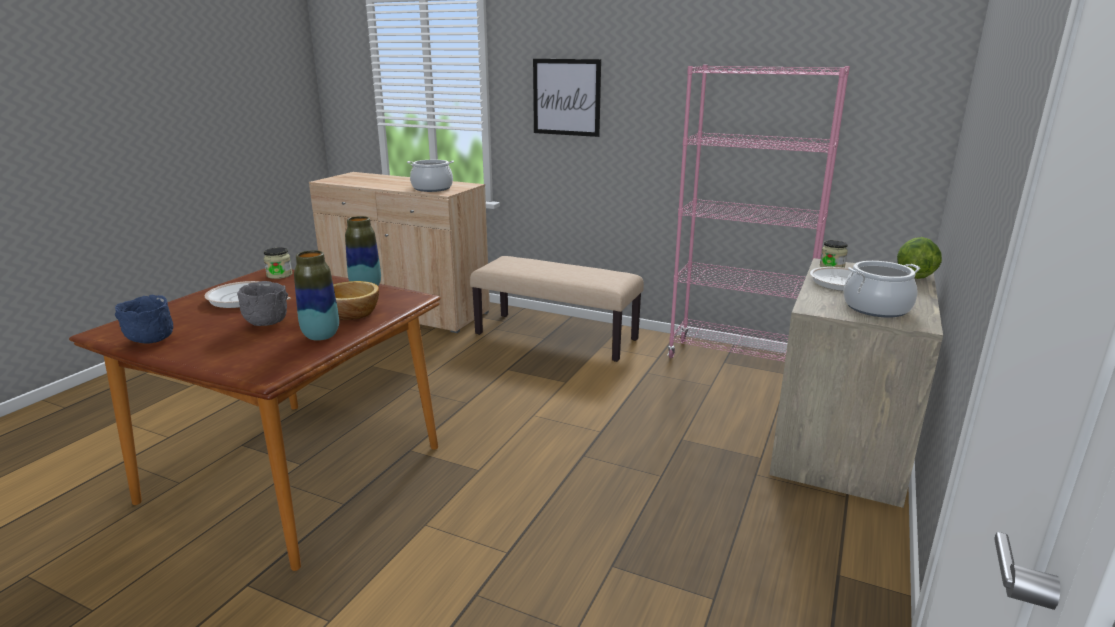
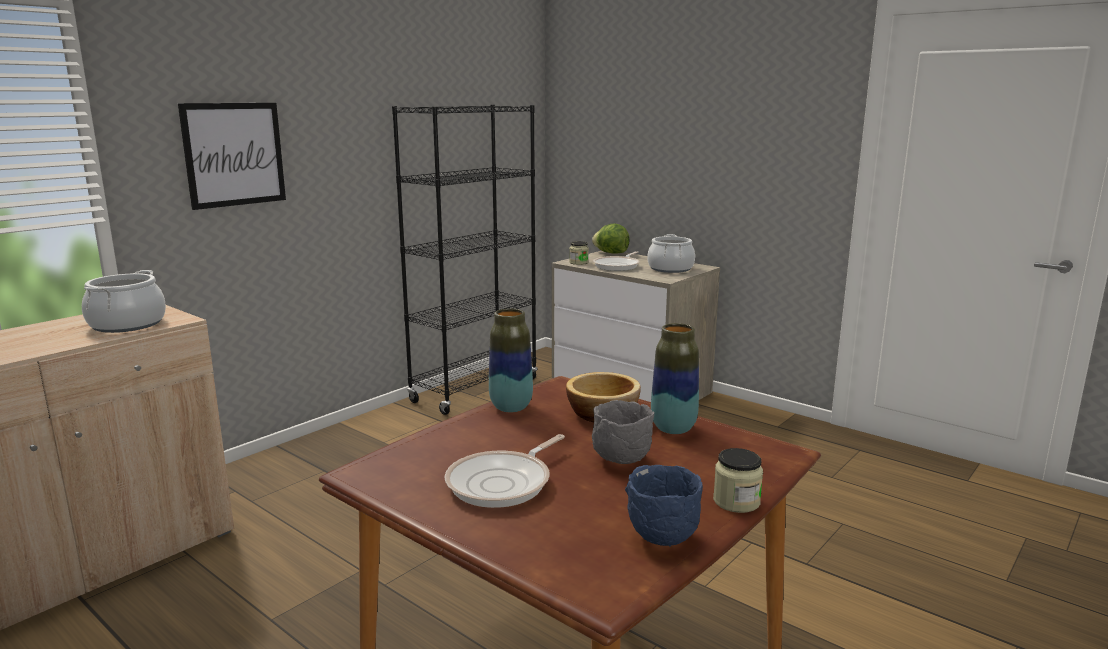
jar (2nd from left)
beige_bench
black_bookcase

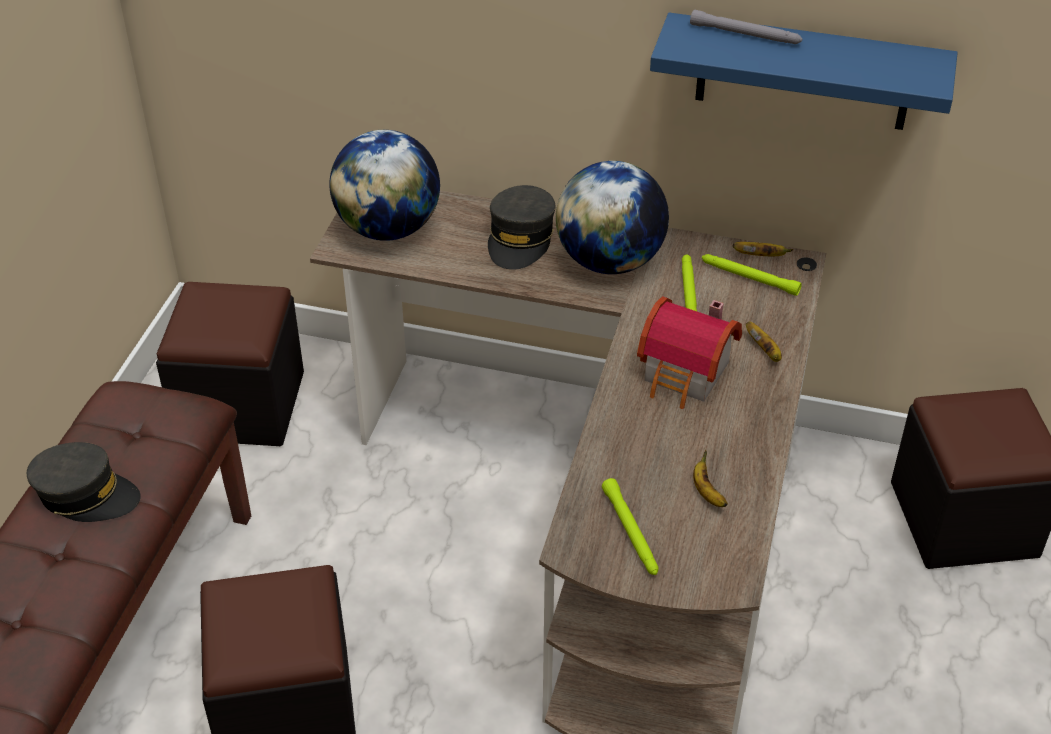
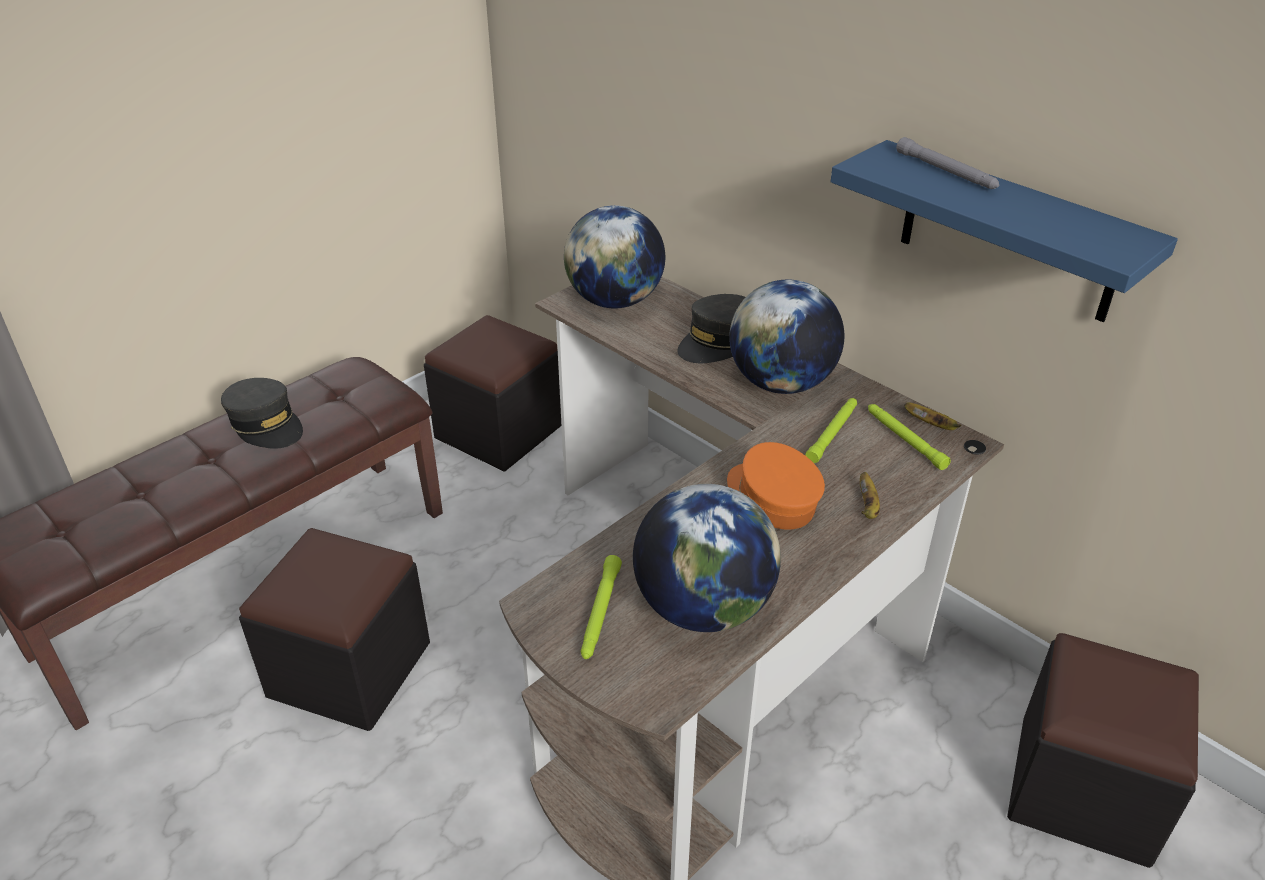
orange_cap
globe (2nd from left)

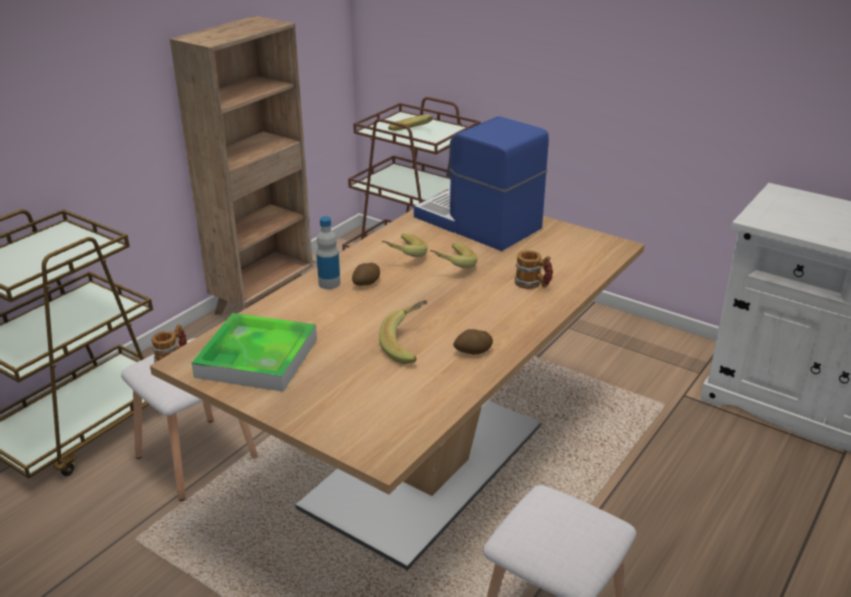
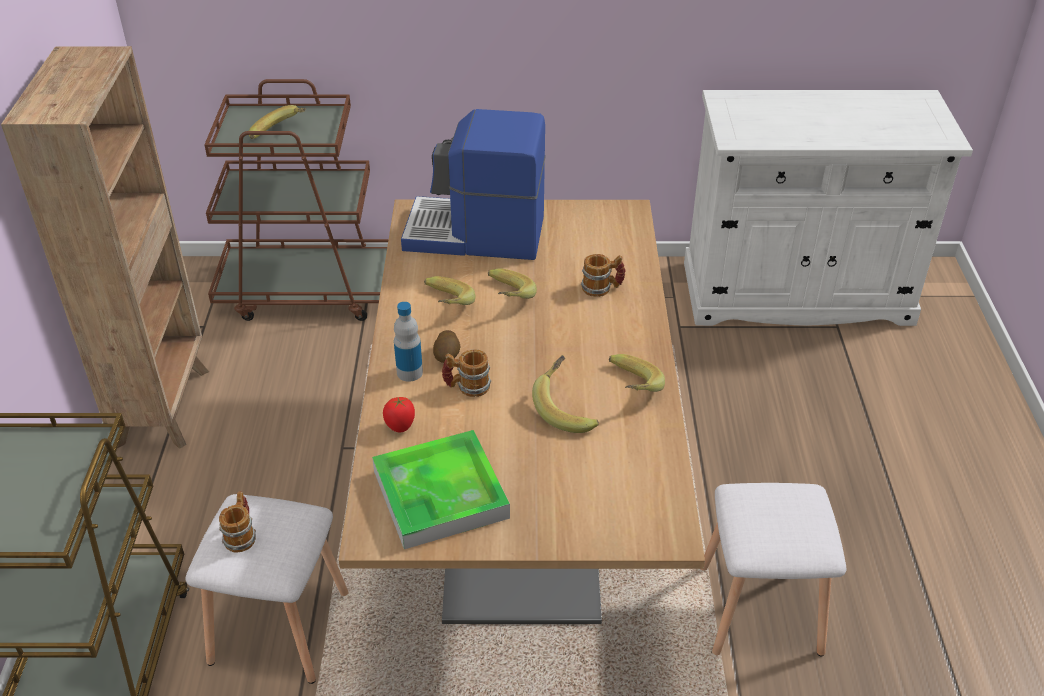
banana (5th from left)
tomato
mug (2nd from left)

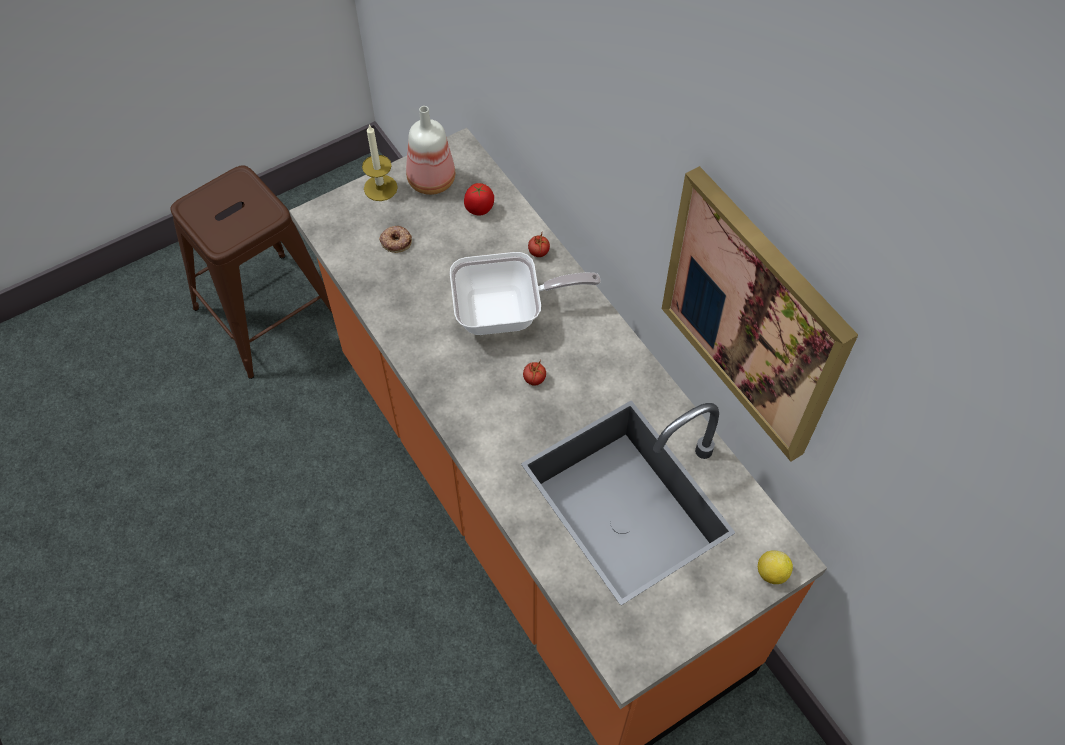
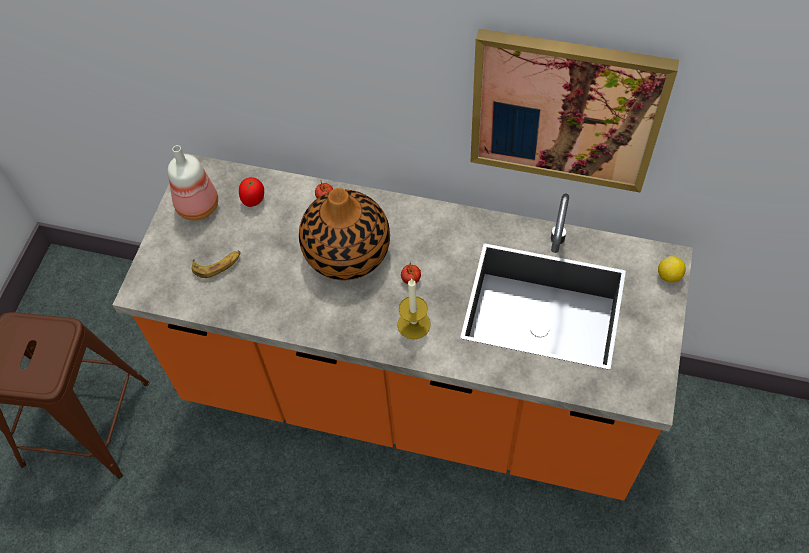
candle
banana
vase

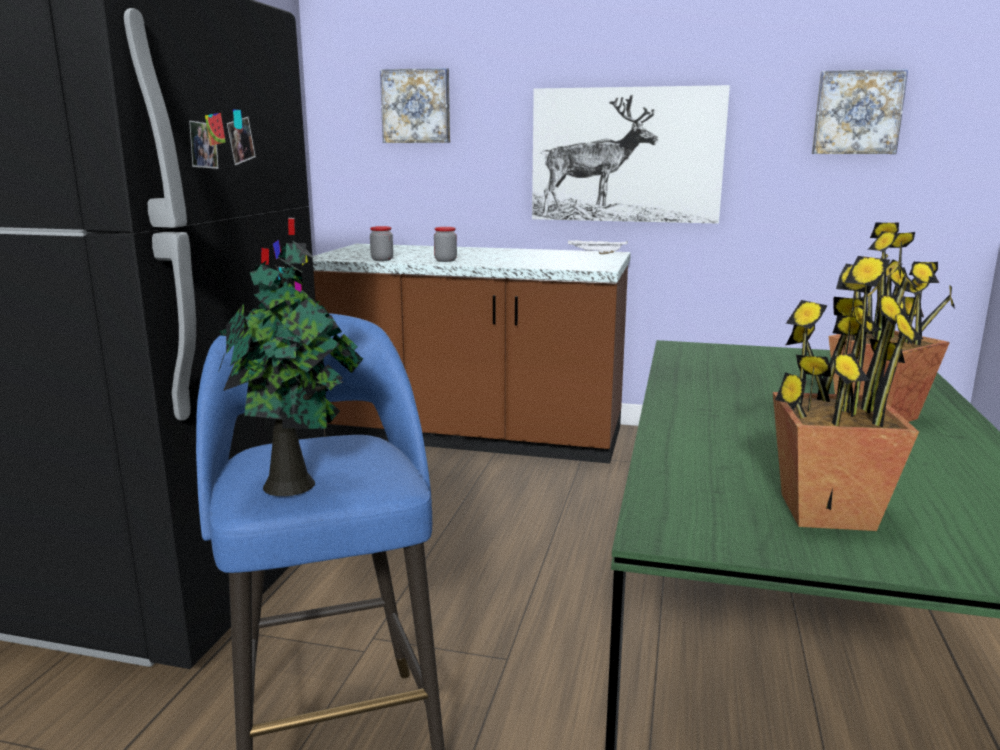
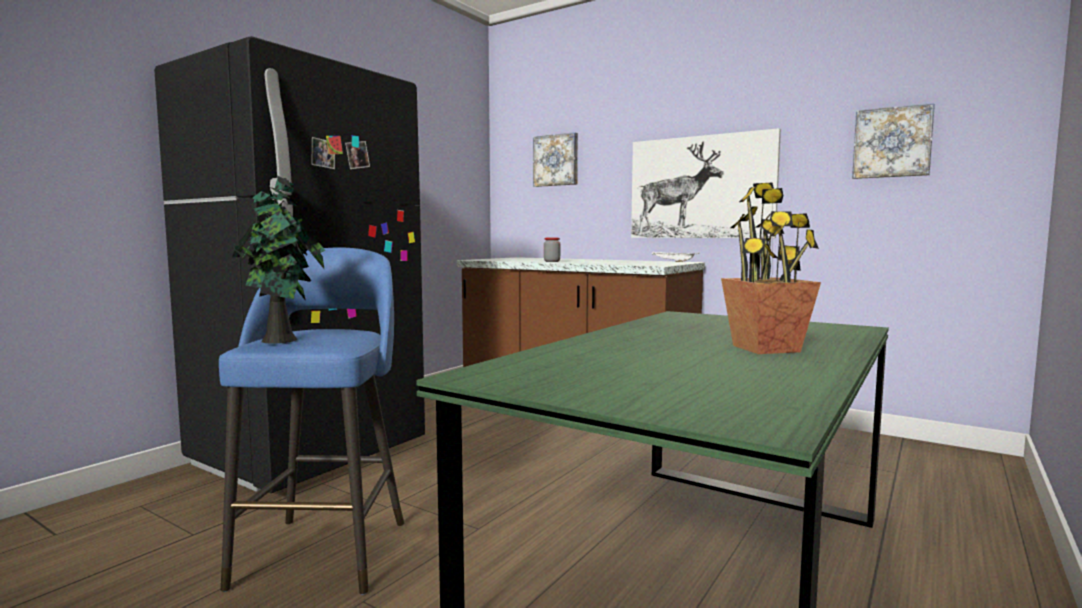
jar (1st from left in the first image)
potted_plant (2nd from left in the first image)

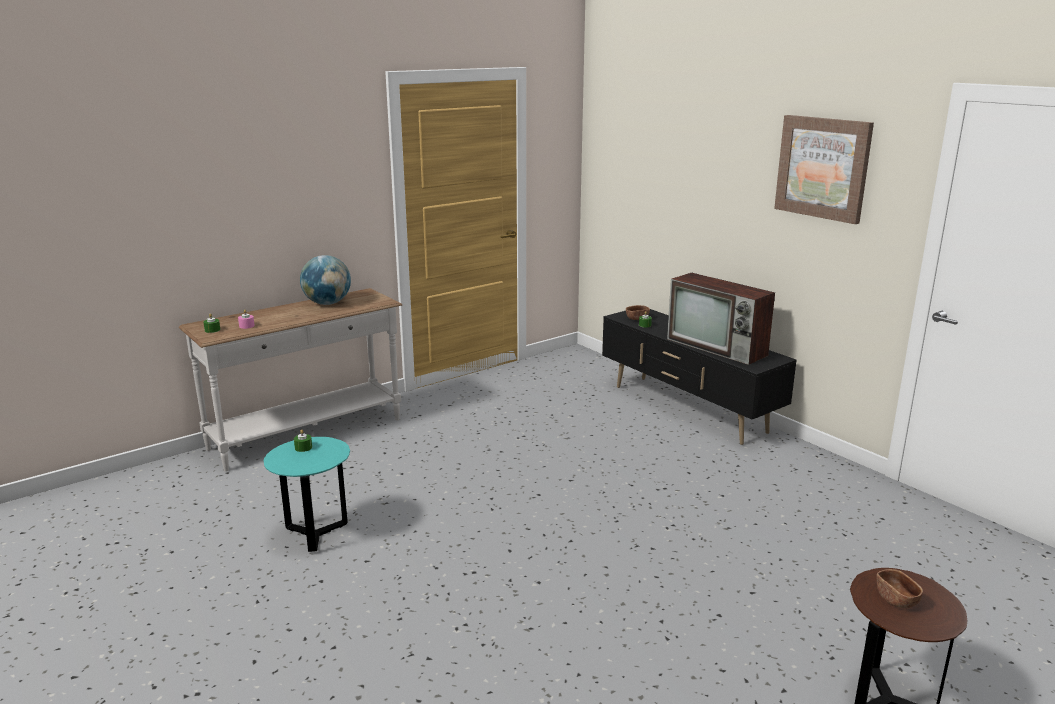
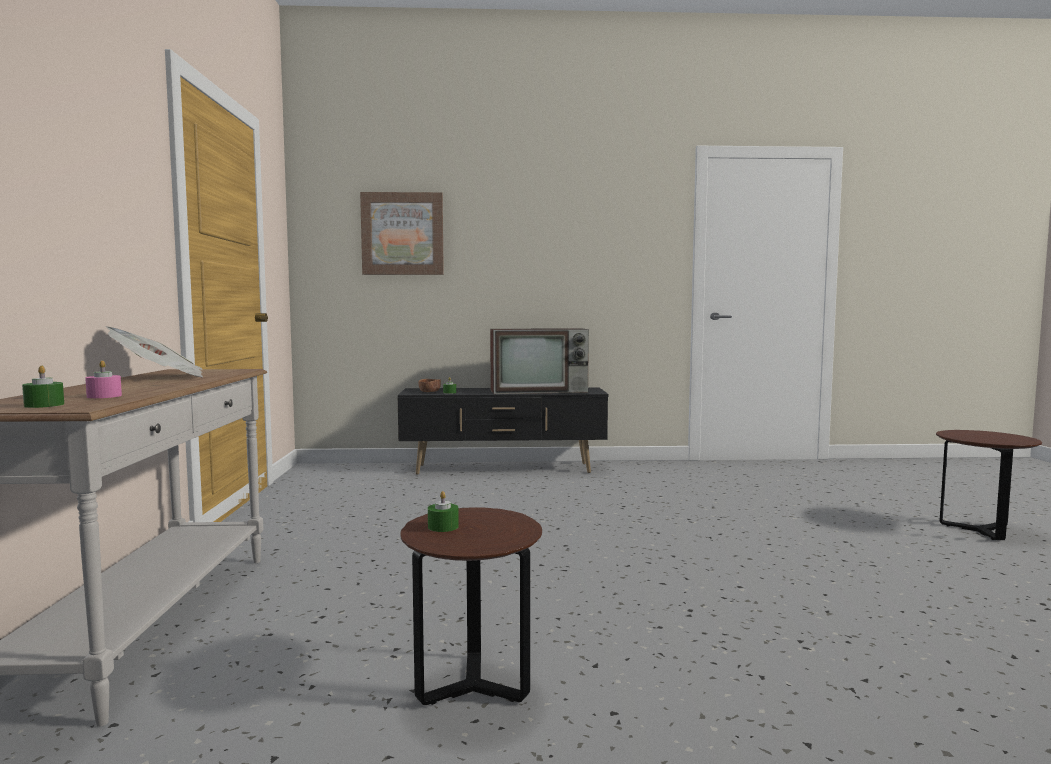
brown_side_table (1st from left)
newspaper
picture
brown_bowl (2nd from left in the first image)

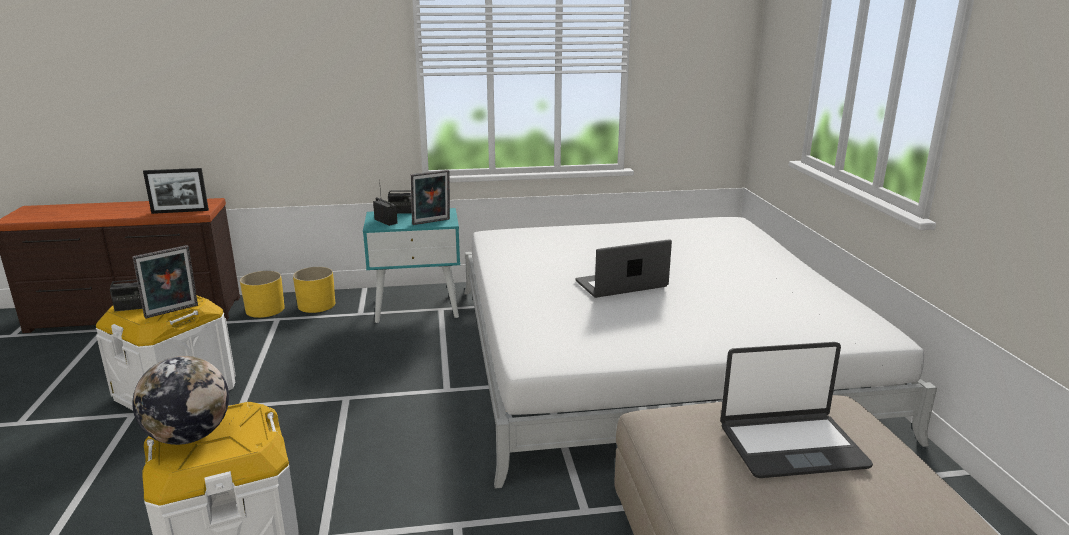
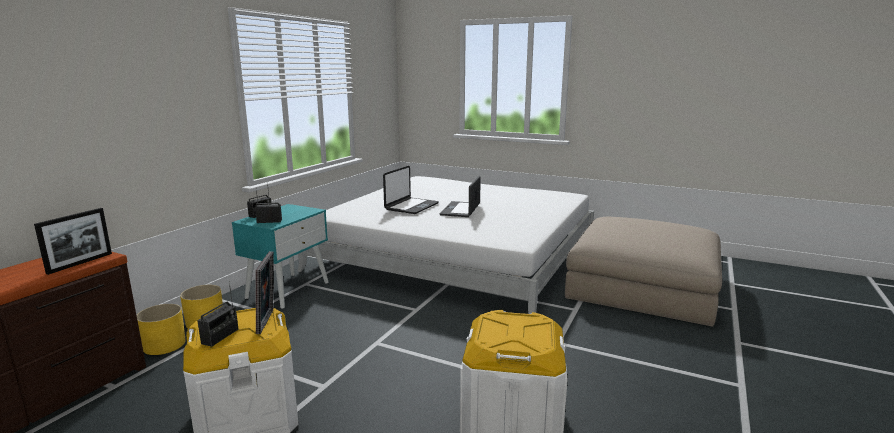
globe
picture_frame (3rd from left in the first image)
laptop (1st from left)

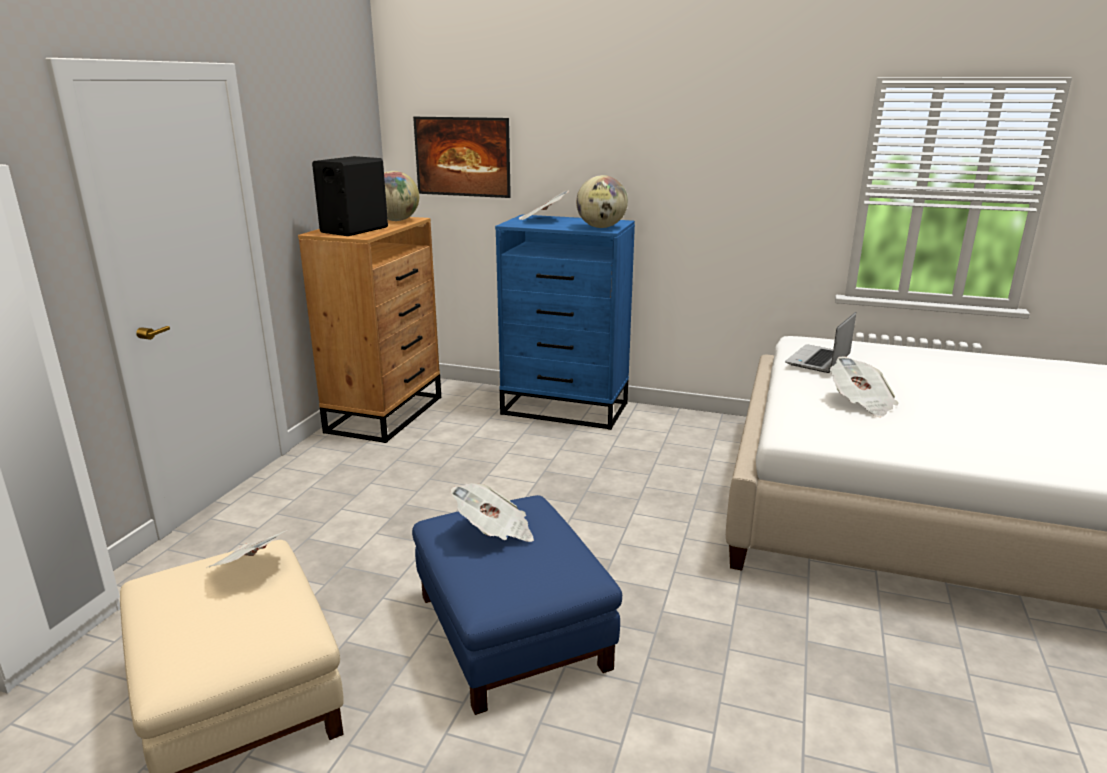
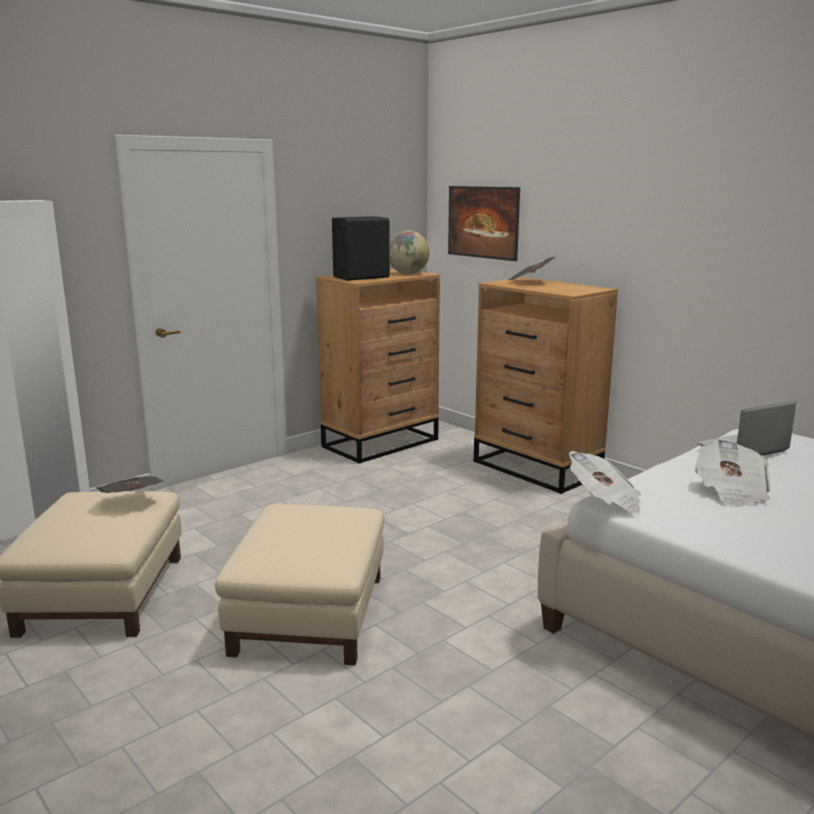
beige_ottoman (2nd from left)
newspaper (3rd from left)
brown_dresser (2nd from left)
globe (2nd from left in the first image)

